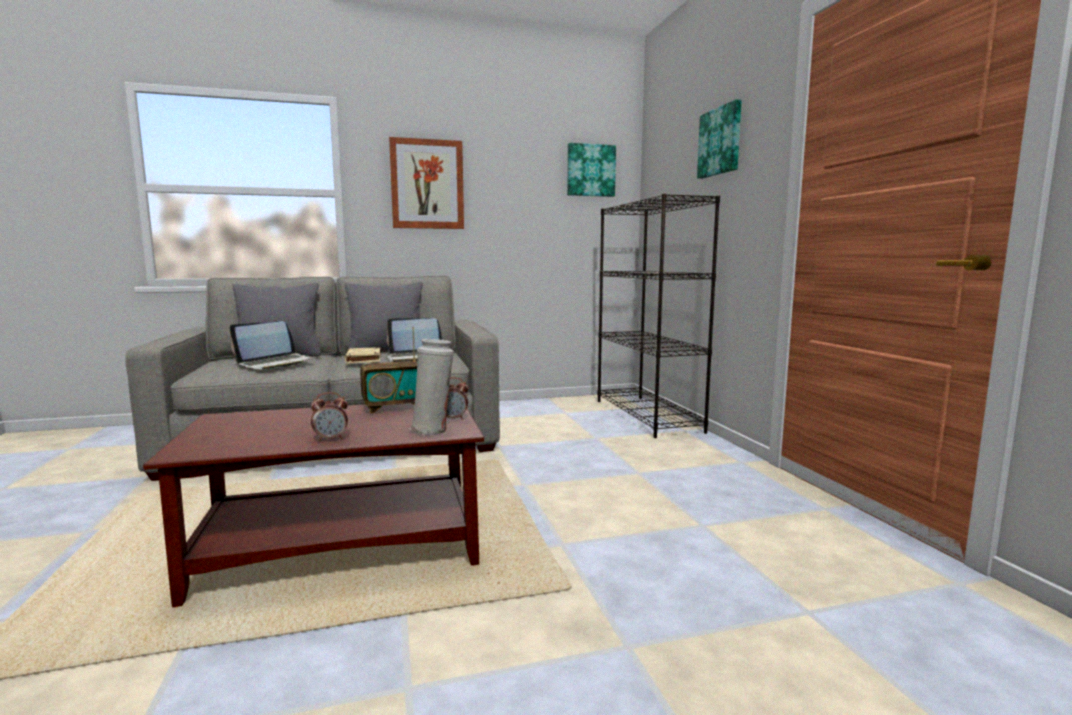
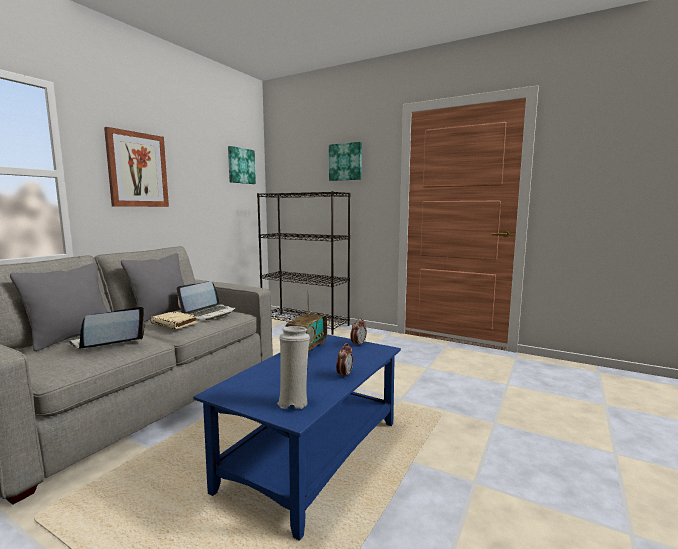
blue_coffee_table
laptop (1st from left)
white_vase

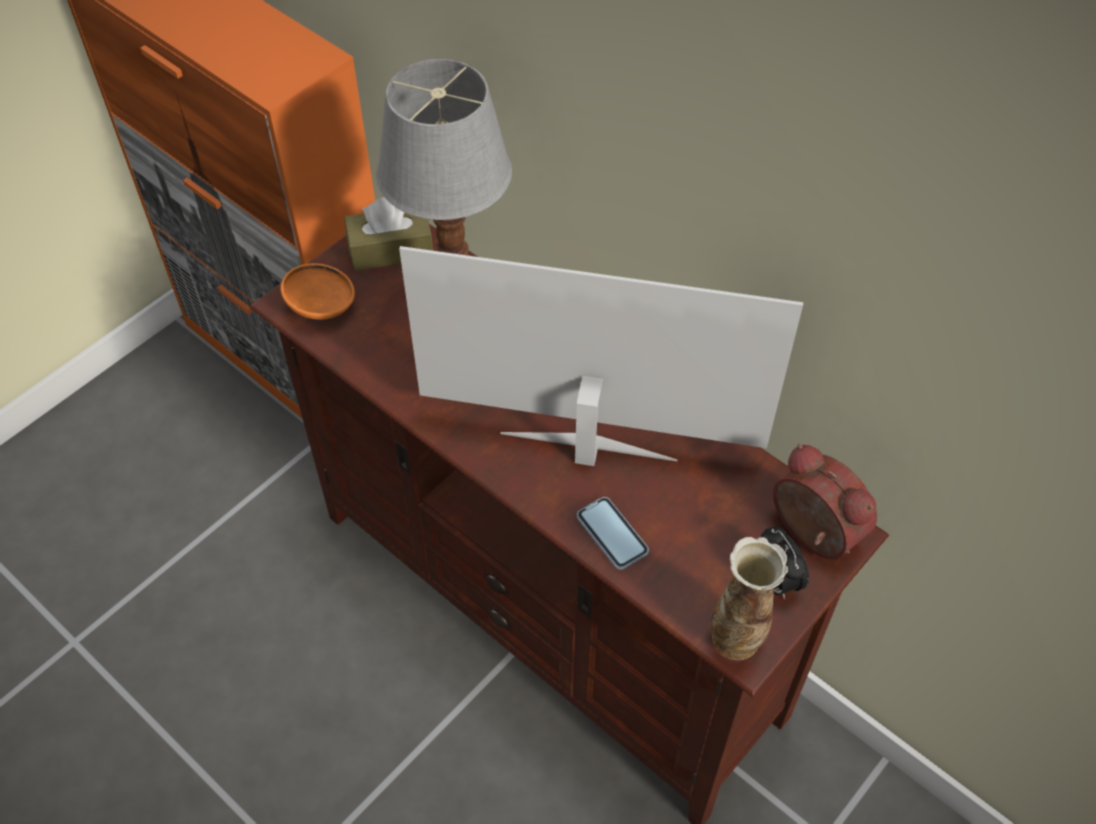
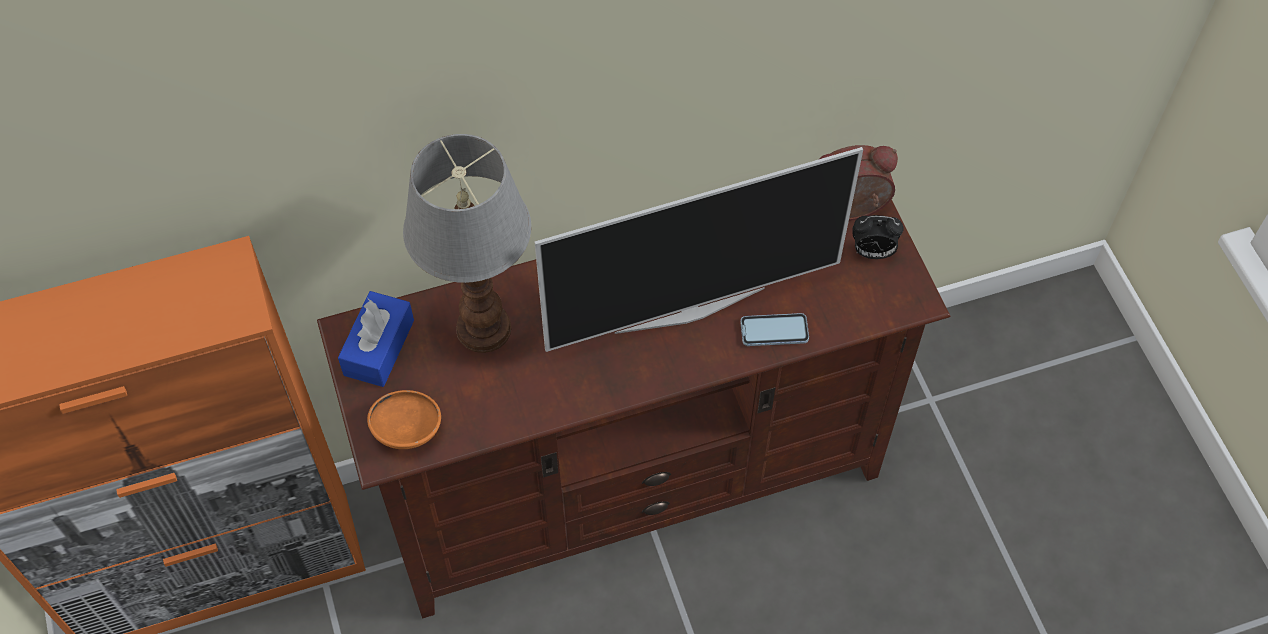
blue_tissue_box
television
vase

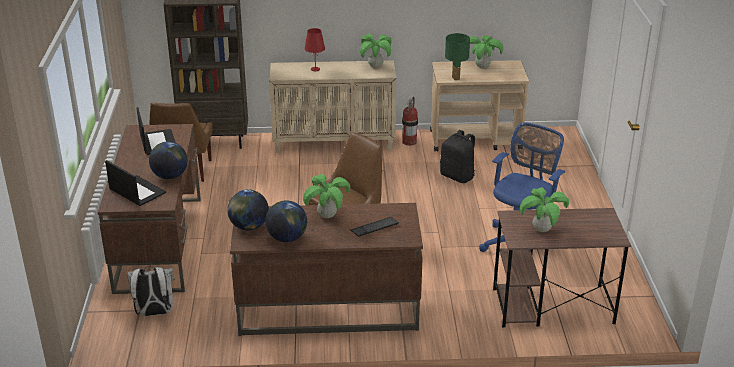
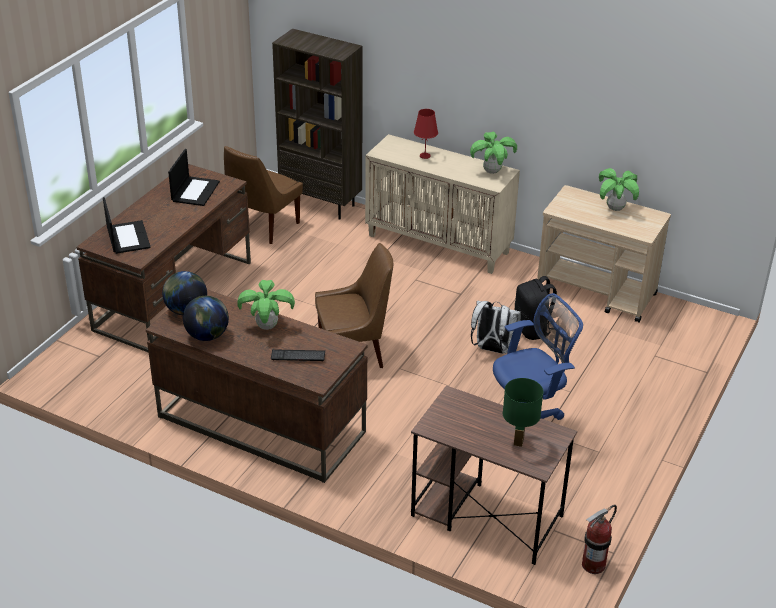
white_backpack
globe (1st from left in the first image)
fire_extinguisher
green_table_lamp
potted_plant (4th from left in the first image)

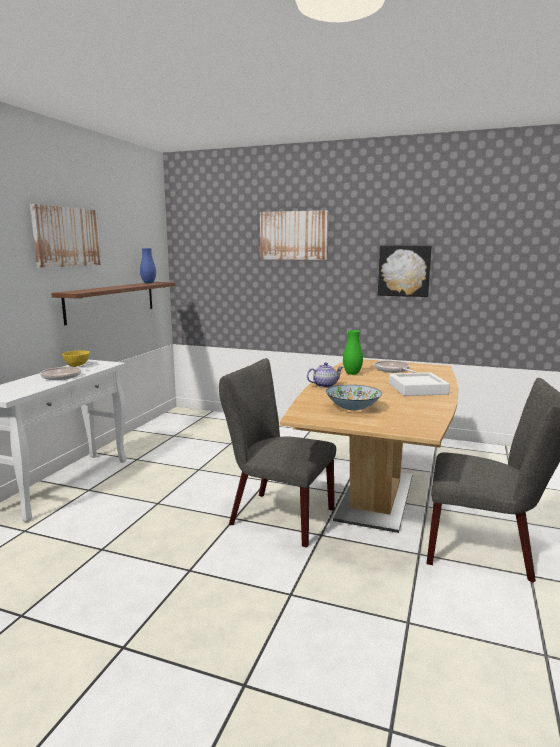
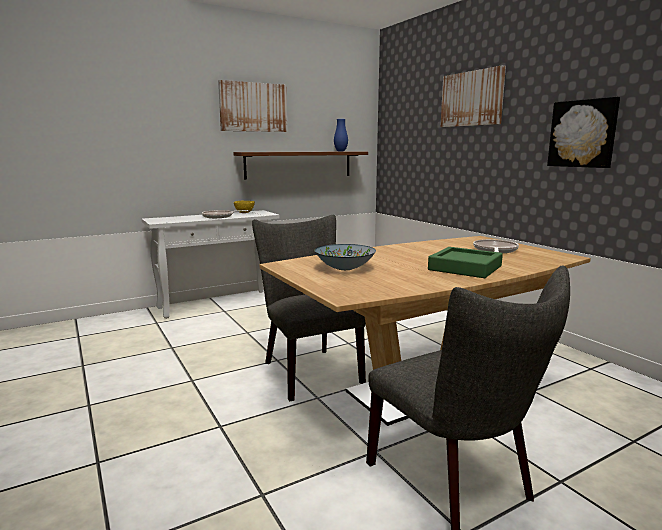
teapot
green_vase
green_tray

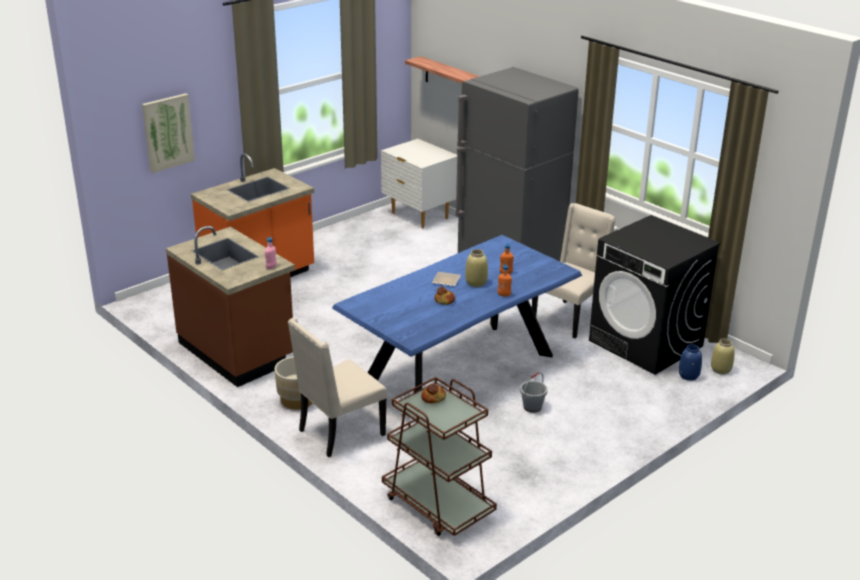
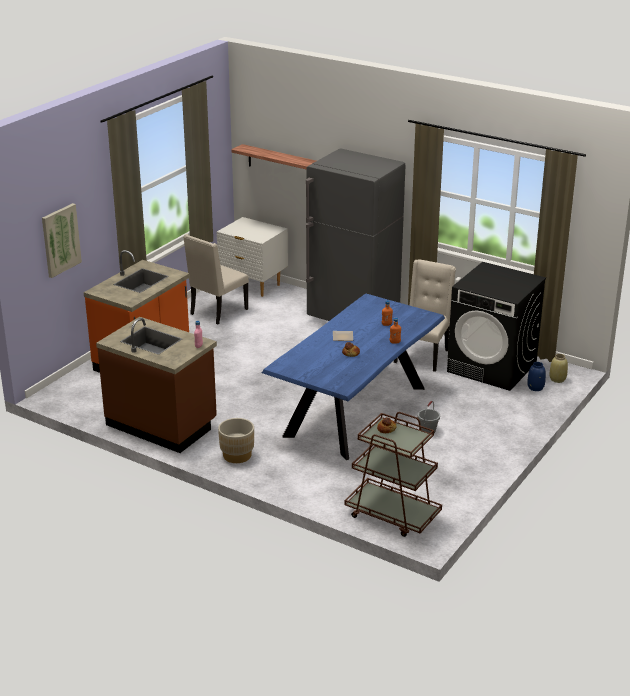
beige_chair (1st from left)
beige_vase (1st from left in the first image)

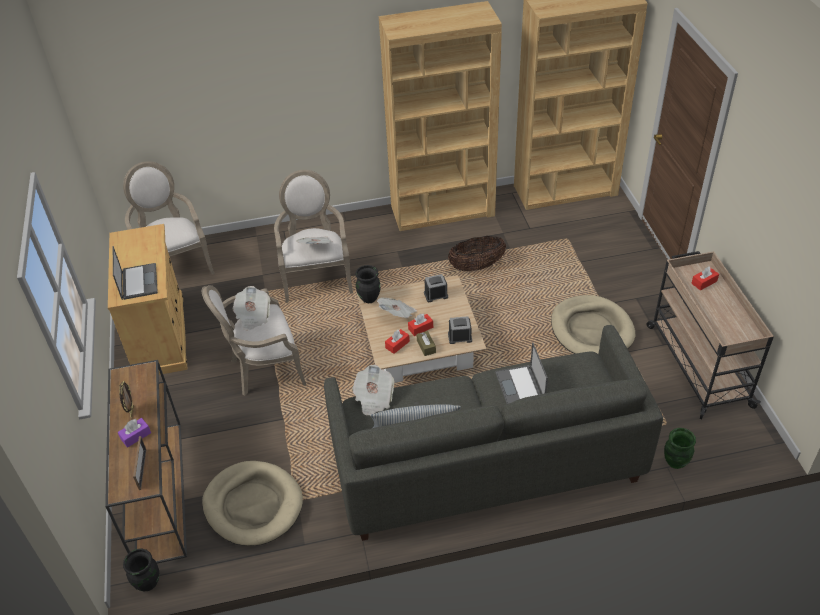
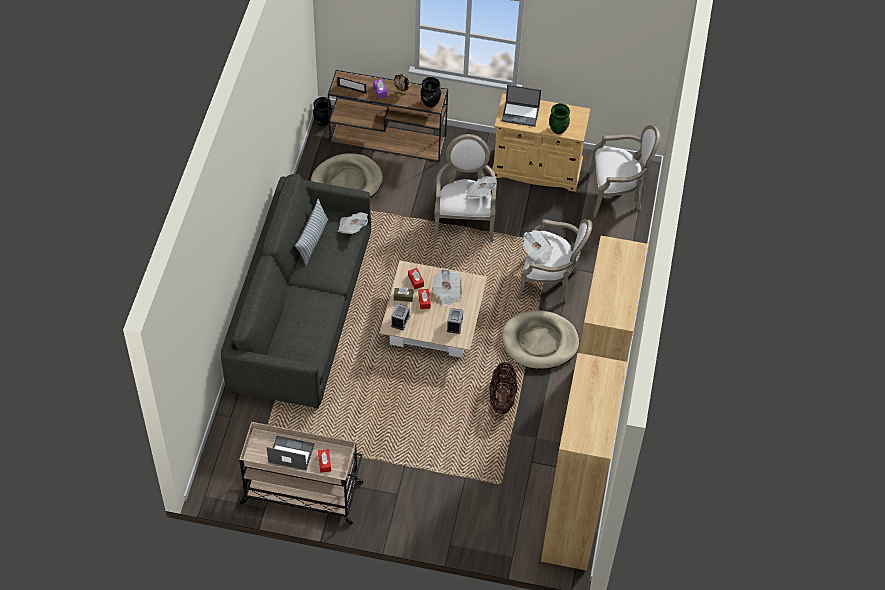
black_vase (2nd from left)
laptop (1st from left)
beige_dog_bed (2nd from left)
green_vase

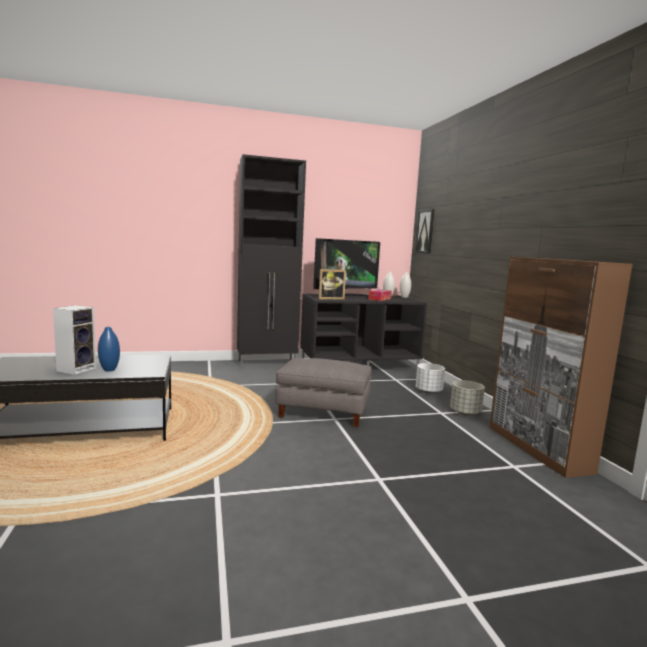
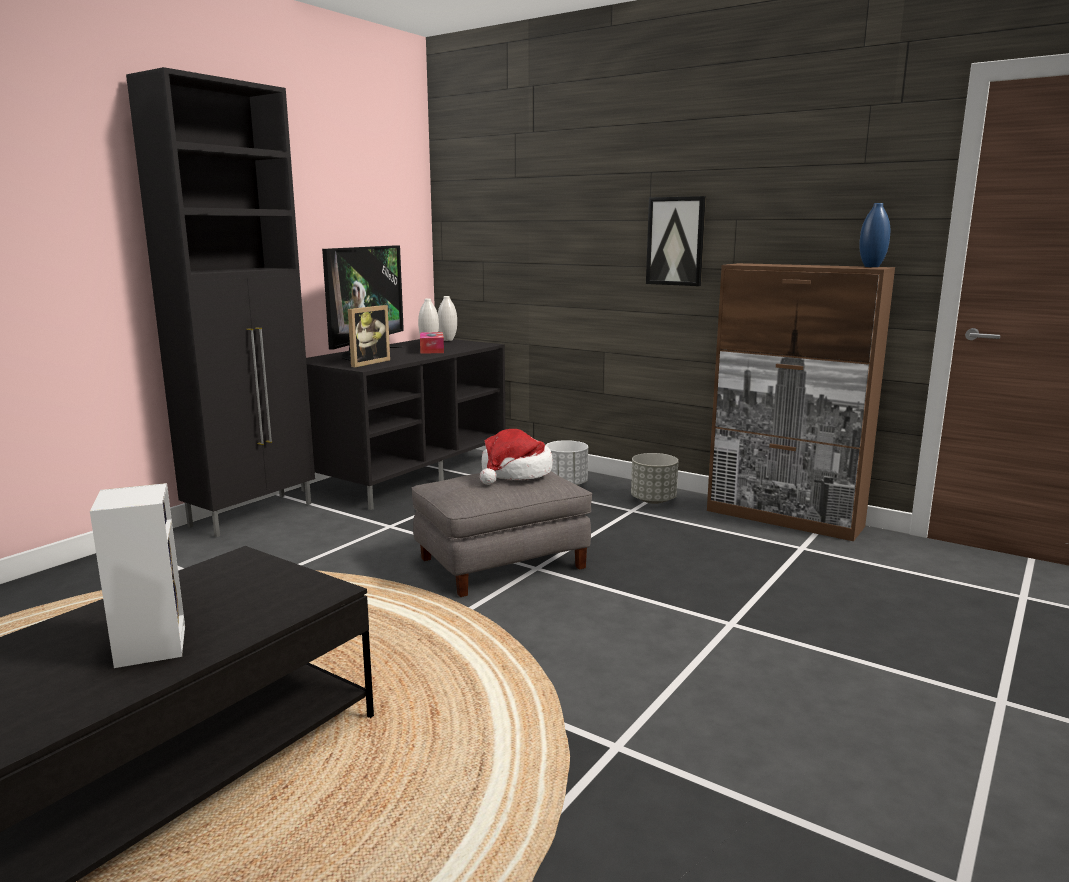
blue_vase
picture
hat

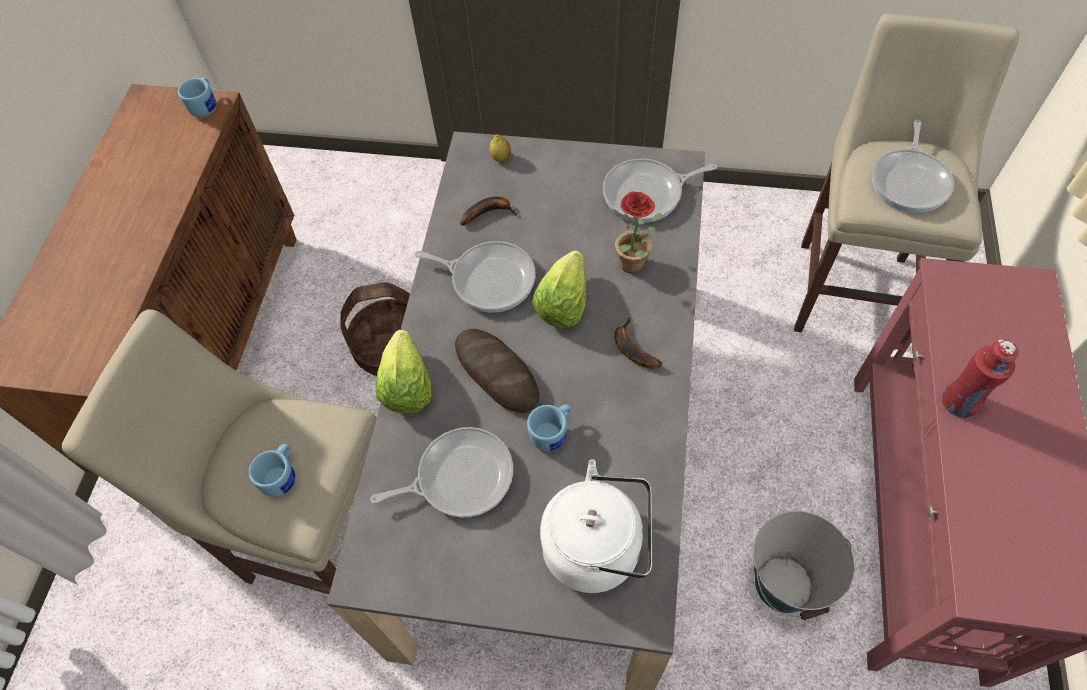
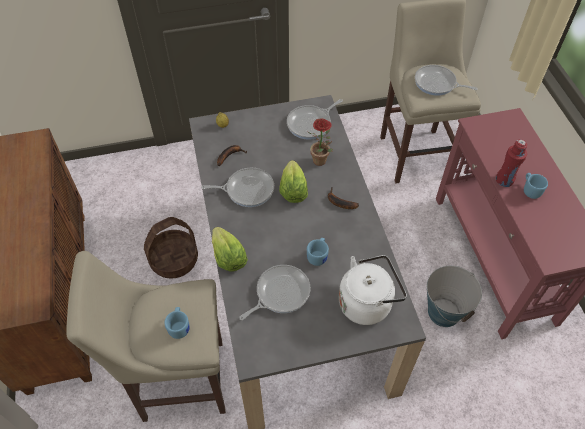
blue_mug (3rd from left)
bread
frying_pan (4th from left)

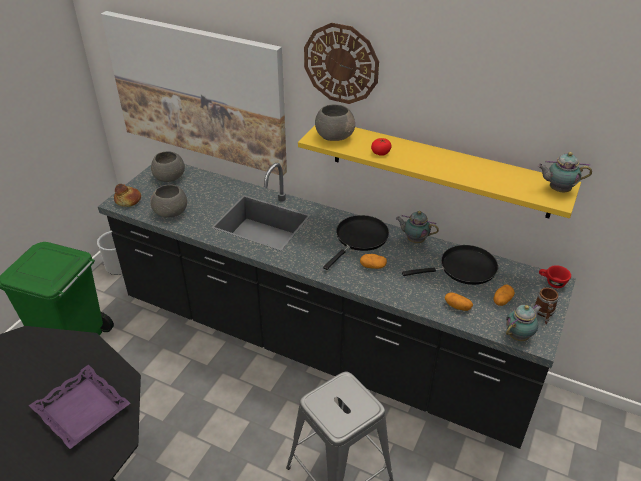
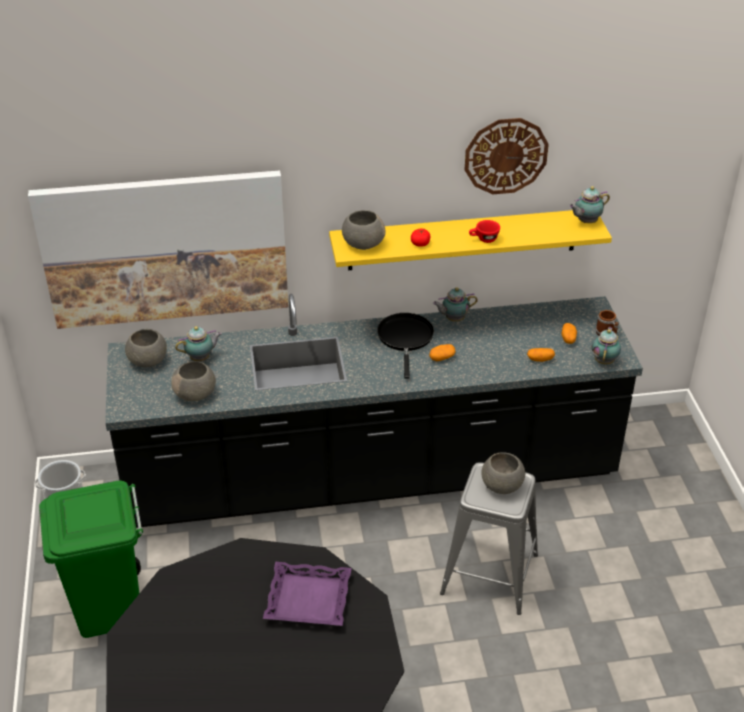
bread
wall_clock
black_frying_pan (2nd from left in the first image)
red_cup
teapot (1st from left)
grey_bowl (4th from left)

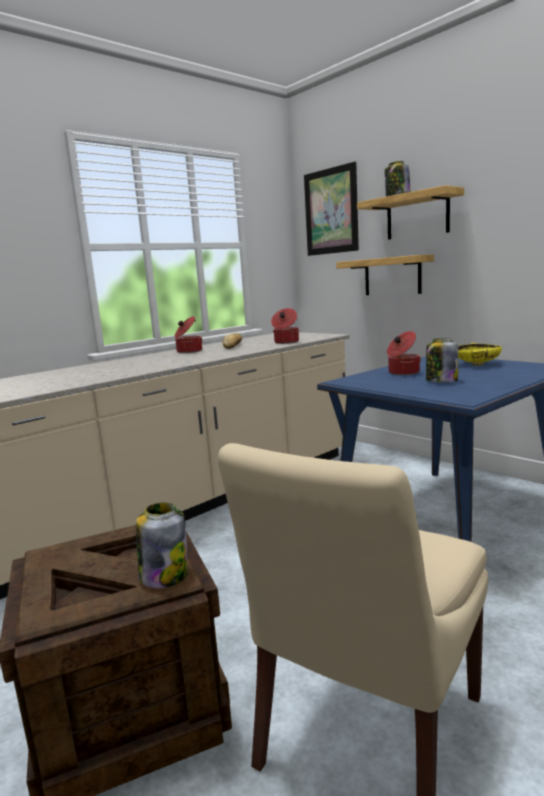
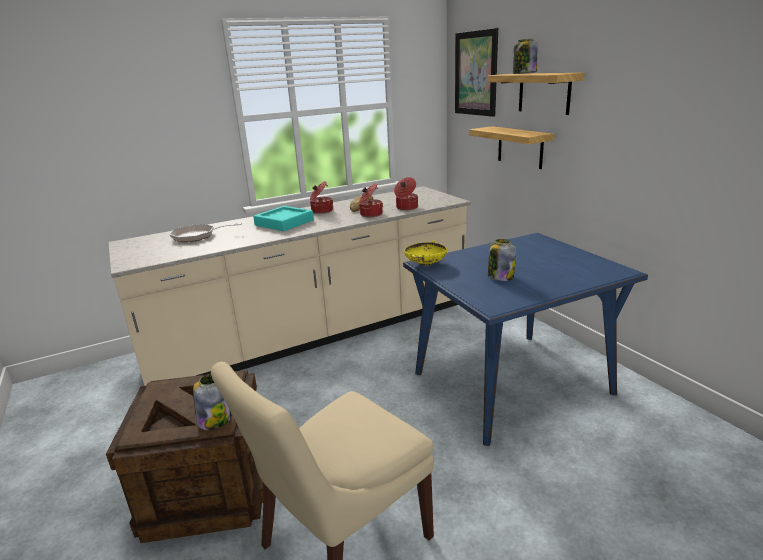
cooking_pot (2nd from left)
yellow_bowl
frying_pan
turquoise_tray

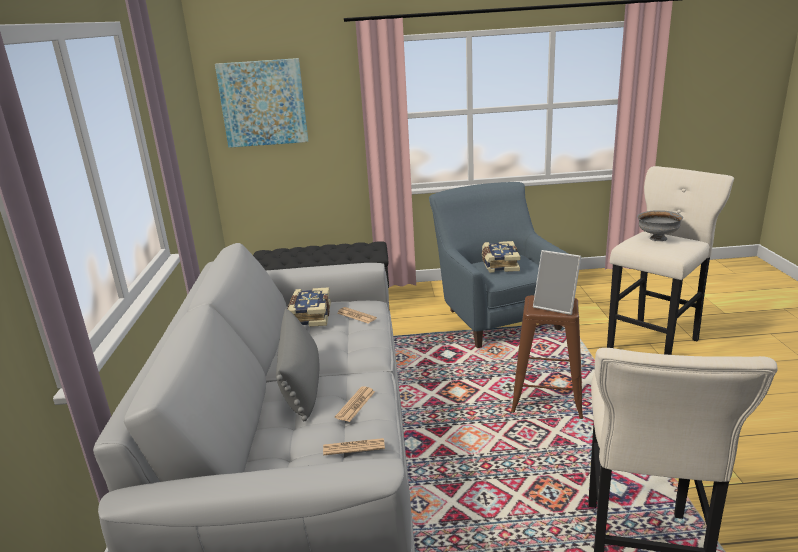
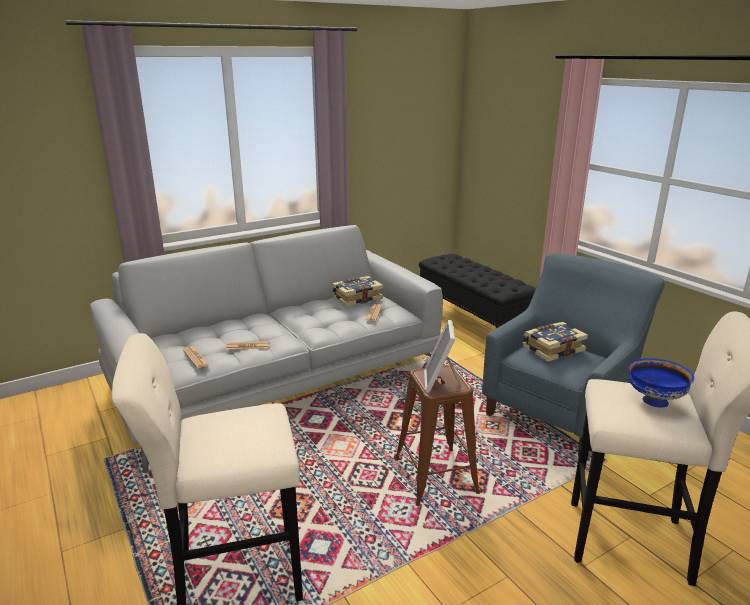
picture
grey_pillow
blue_bowl

